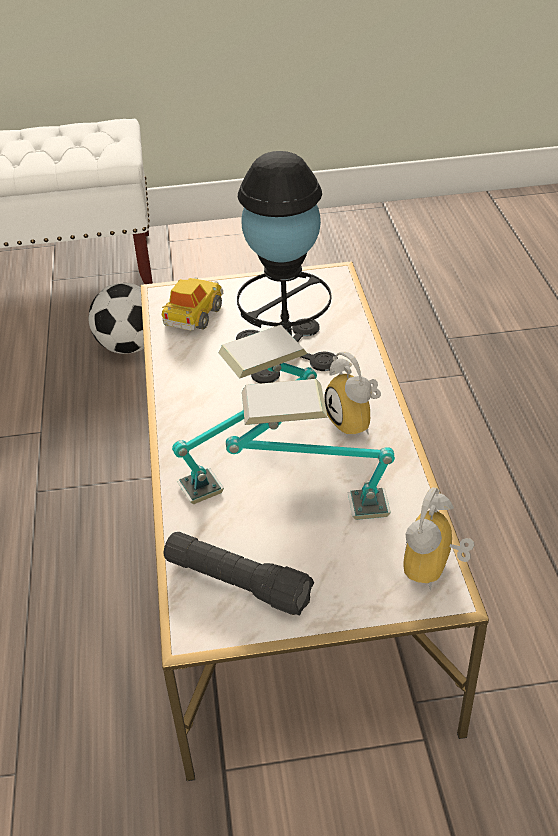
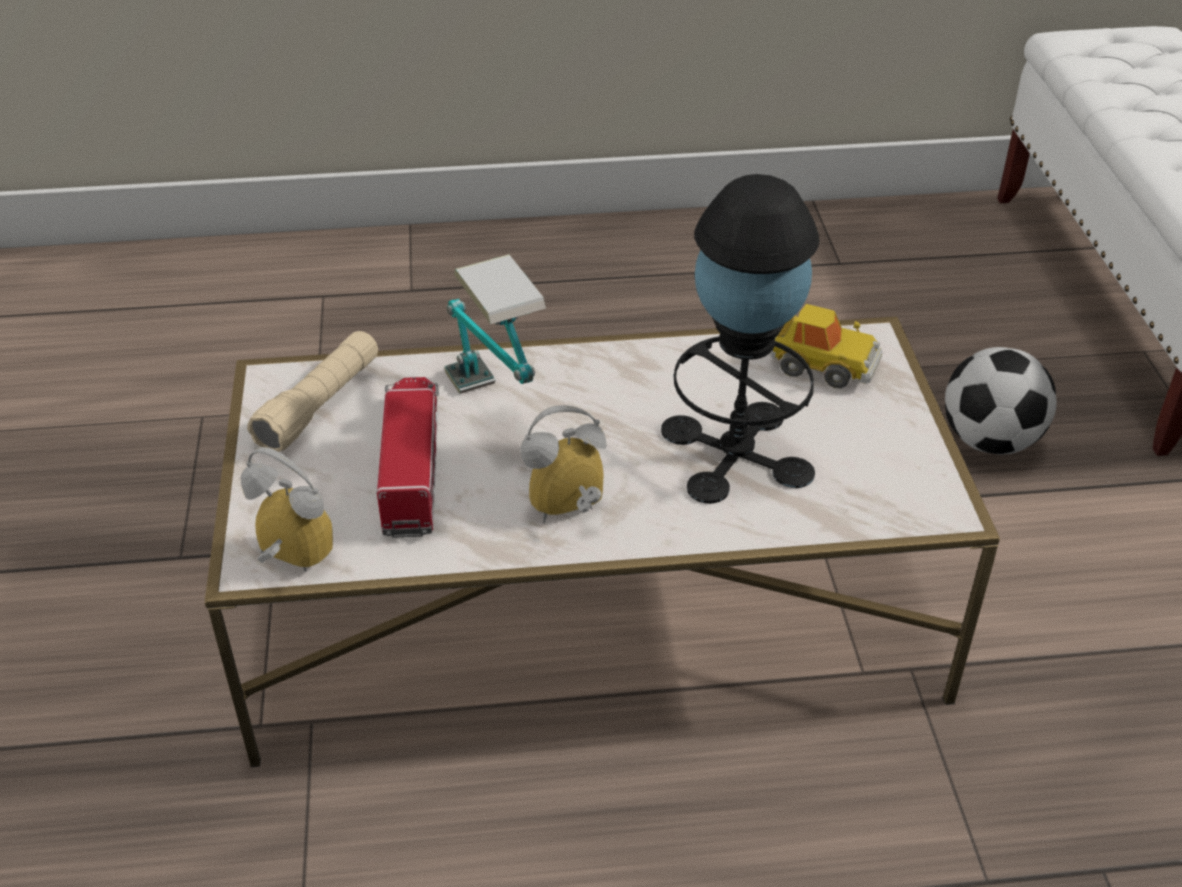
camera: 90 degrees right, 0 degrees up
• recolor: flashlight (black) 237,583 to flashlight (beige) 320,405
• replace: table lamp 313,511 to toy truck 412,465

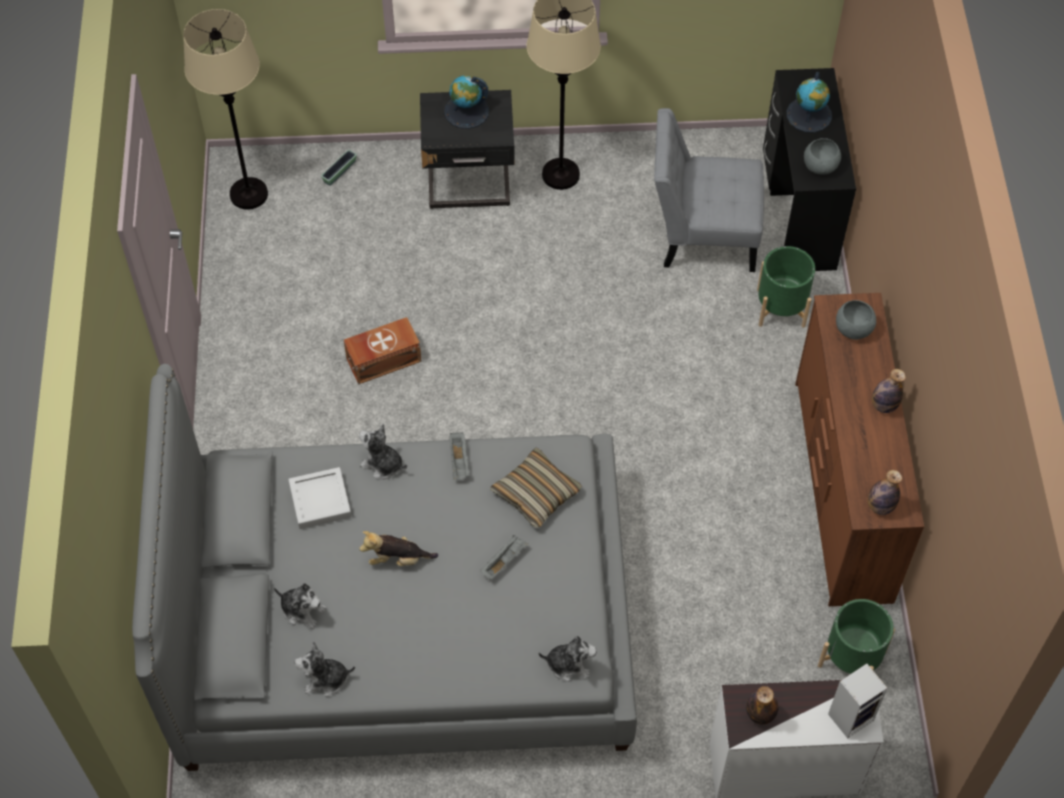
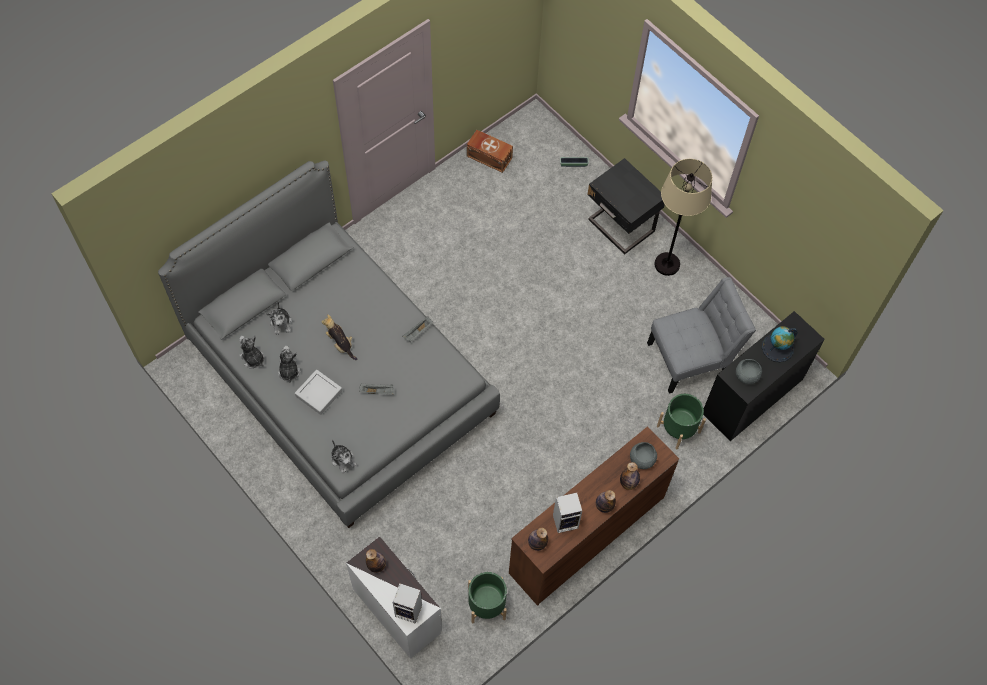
camera: 50 degrees right, 5 degrees up
• delete: floor lamp (beige) 249,194
• move: tray (grey) 320,501 to 319,393
• move: storage box (brown) 382,359 to 489,156
• move: plush toy 382,464 to 289,371
• delete: globe 466,111
• delete: pillow 536,493
• rotate: chair (grey) 702,234 = 691,358 105 degrees clockwise
• insert: speaker 566,521
• insert: bottle 628,483

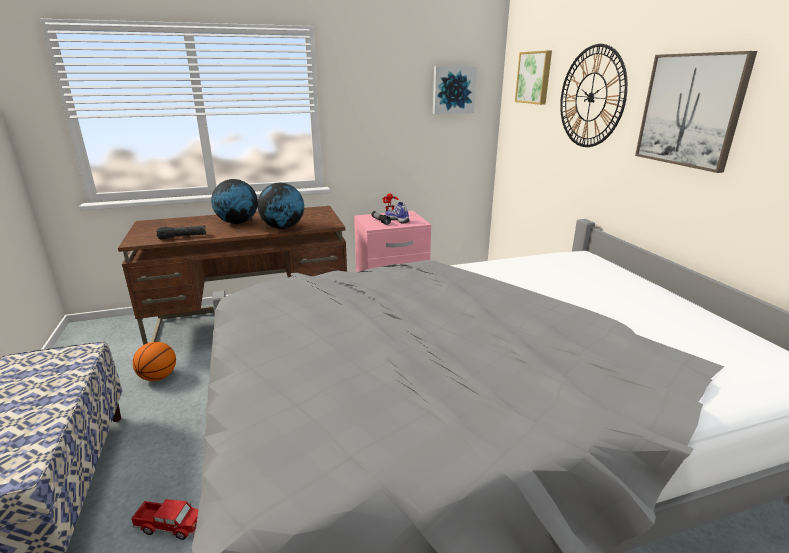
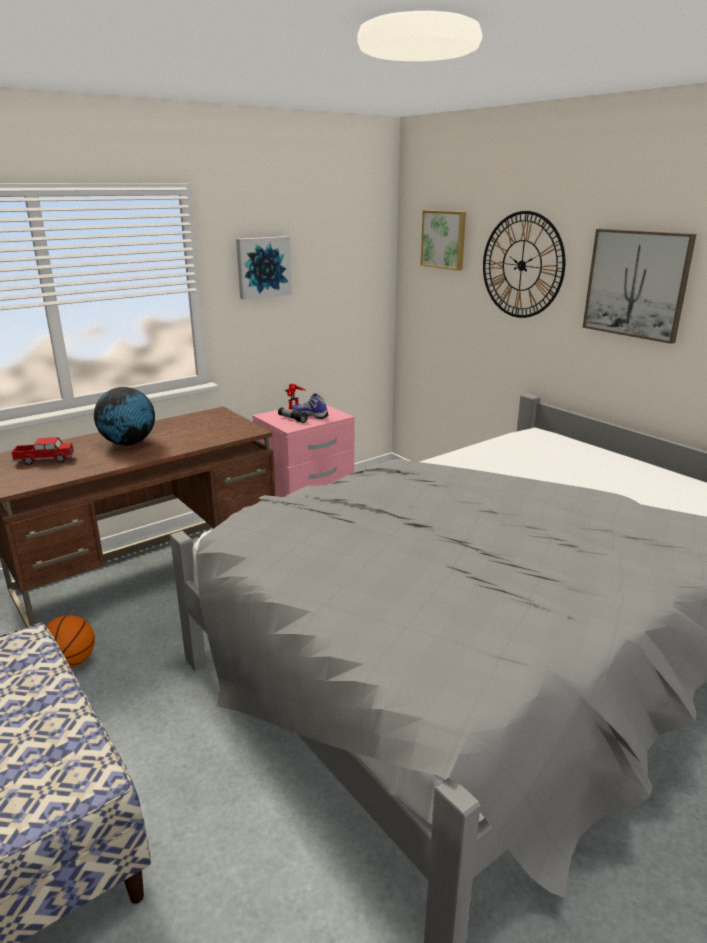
camera: 20 degrees left, 0 degrees up
• move: toy truck 170,525 to 45,460
• delete: flashlight (black) 182,237
• delete: globe 283,228
• move: picture 453,90 to 263,267

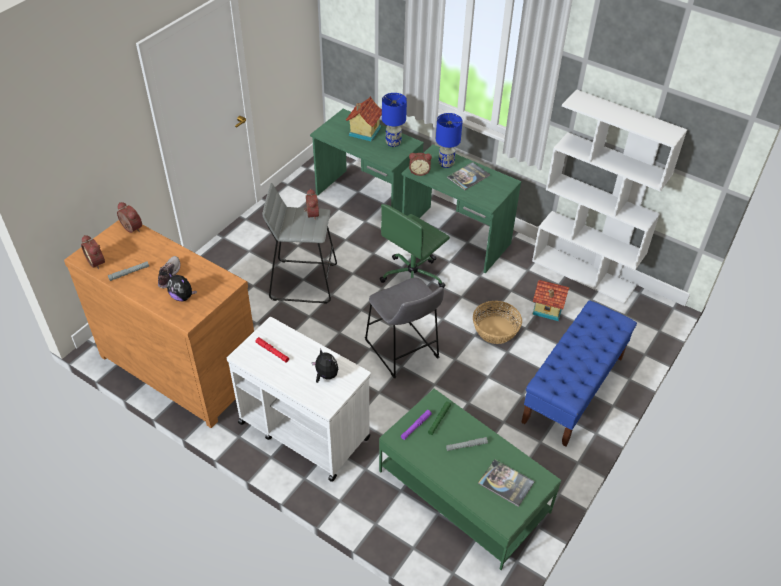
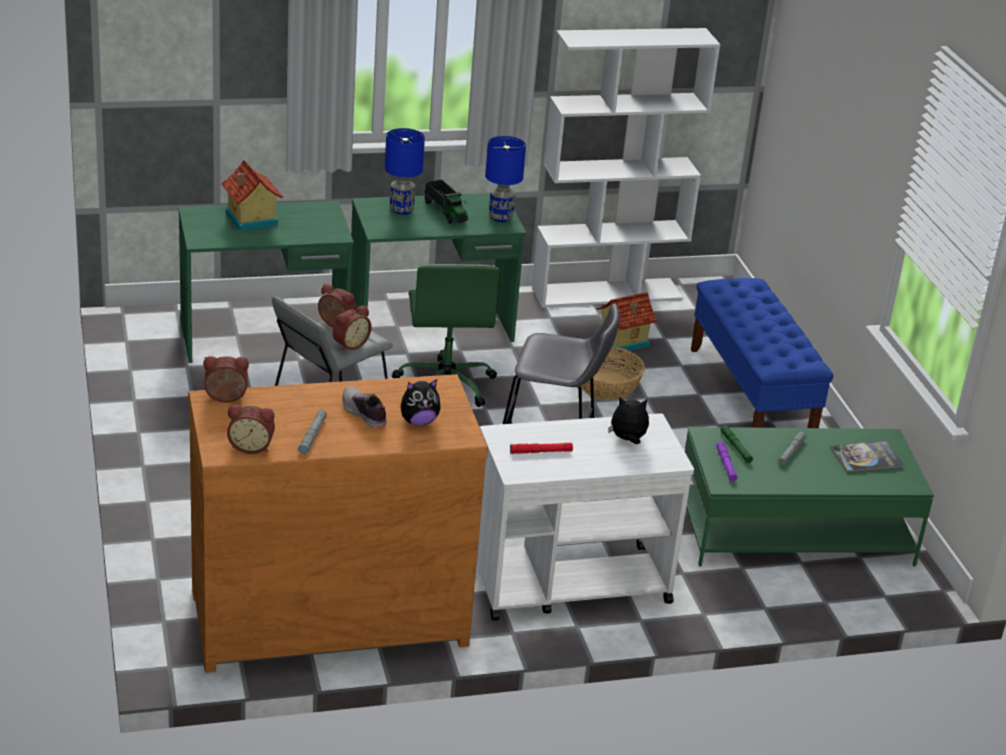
camera: 50 degrees left, 15 degrees down
• move: table lamp (blue) 393,143 to 501,218
• move: alarm clock 419,171 to 349,344
• replace: book 468,176 to toy truck 446,211

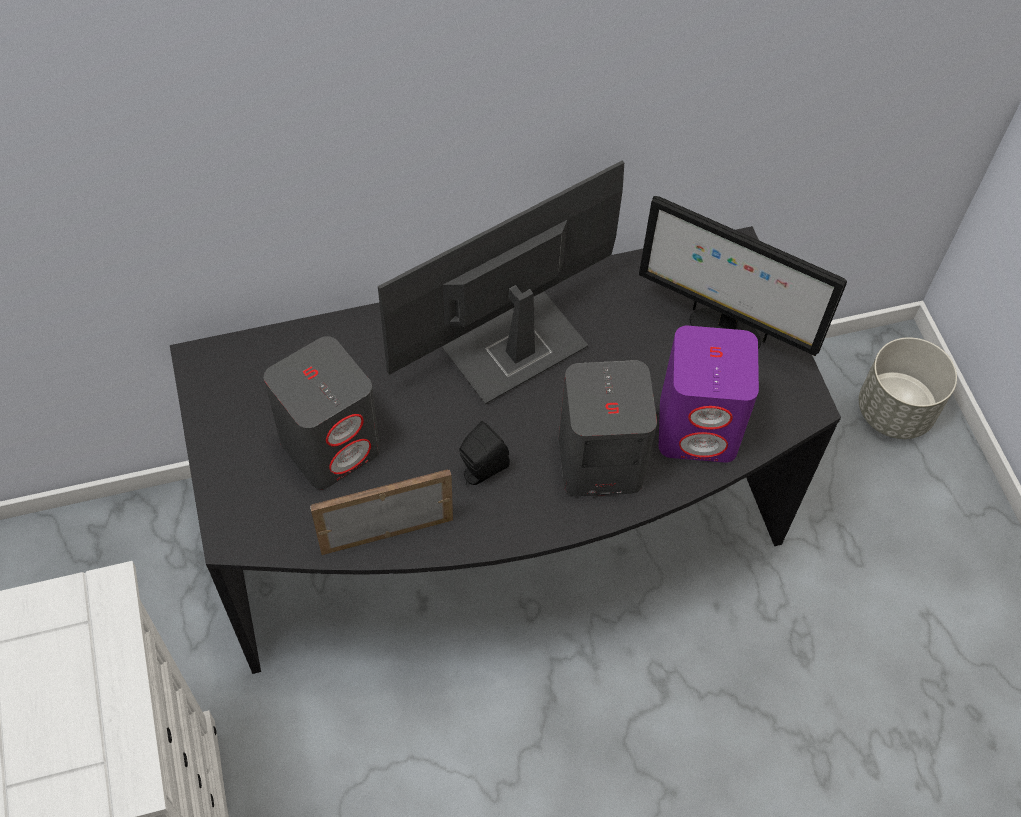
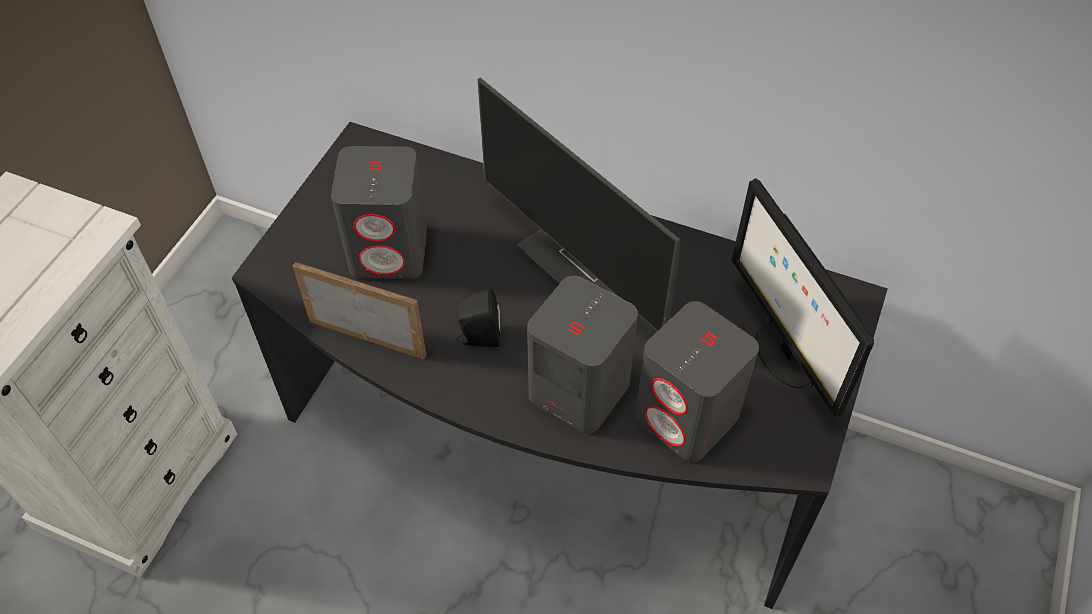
camera: 40 degrees right, 5 degrees down
• rotate: monitor 512,350 = 587,265 135 degrees counterclockwise
• recolor: speaker (purple) 699,427 to speaker (grey) 687,417
• delete: planter (grey) 894,410

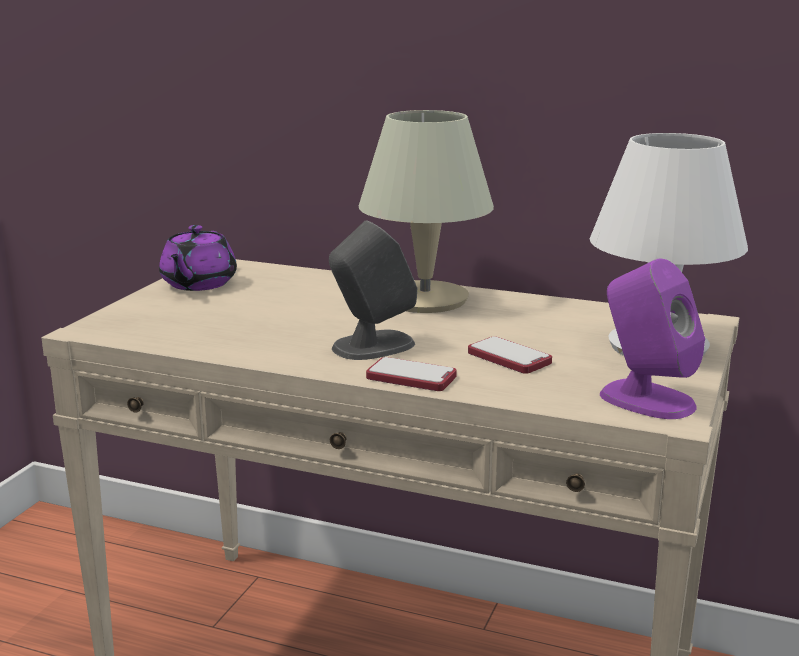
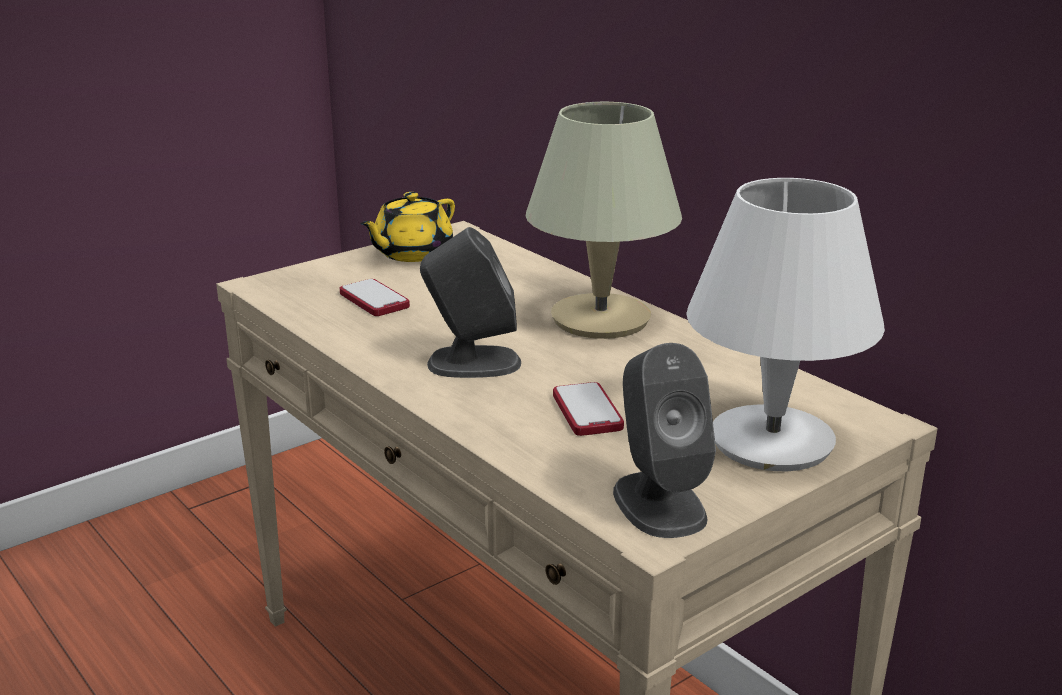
camera: 30 degrees right, 5 degrees up
• recolor: teapot (purple) 198,284 to teapot (yellow) 411,253
• move: phone 411,377 to 374,300
• recolor: speaker (purple) 645,399 to speaker (grey) 658,503

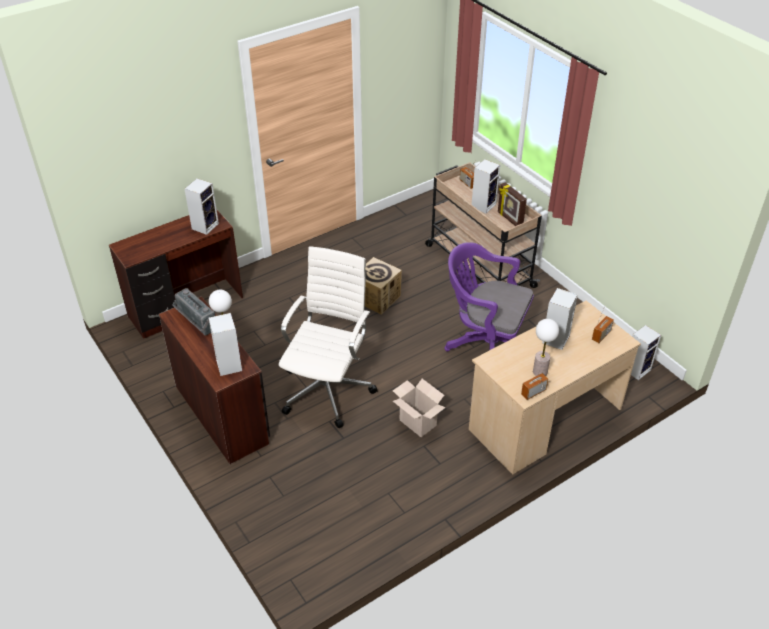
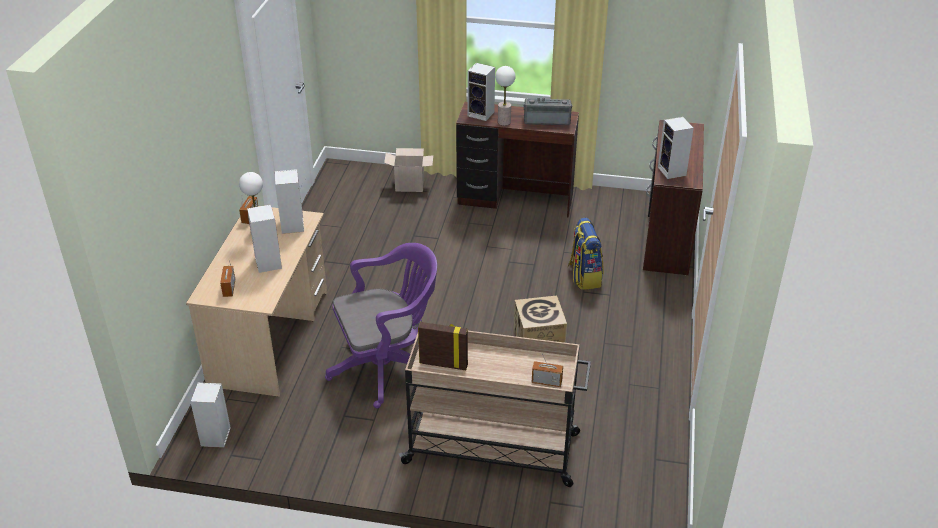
camera: 135 degrees right, 5 degrees down
• delete: office chair (white) 328,389
• move: cardboard box 416,423 to 410,185
• move: speaker 483,205 to 293,226
• insert: backpack 584,276

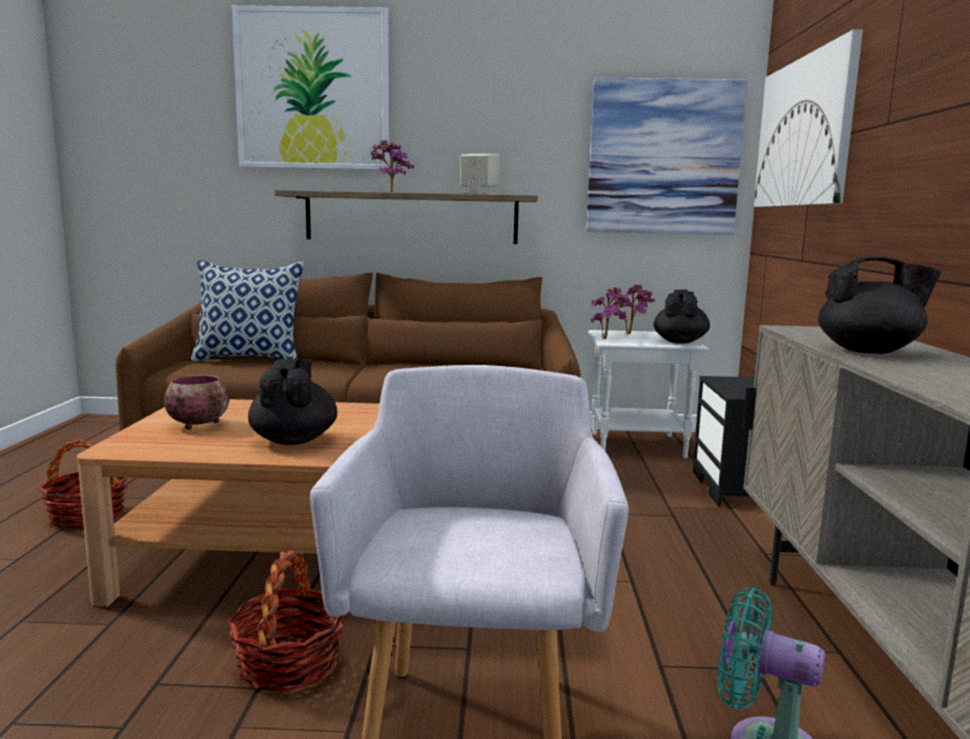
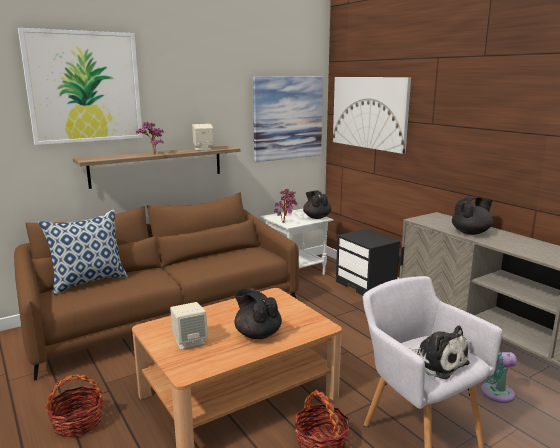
camera: 35 degrees left, 5 degrees up
• replace: bowl 200,424 to speaker (beige) 190,341
• insert: plush toy 436,362

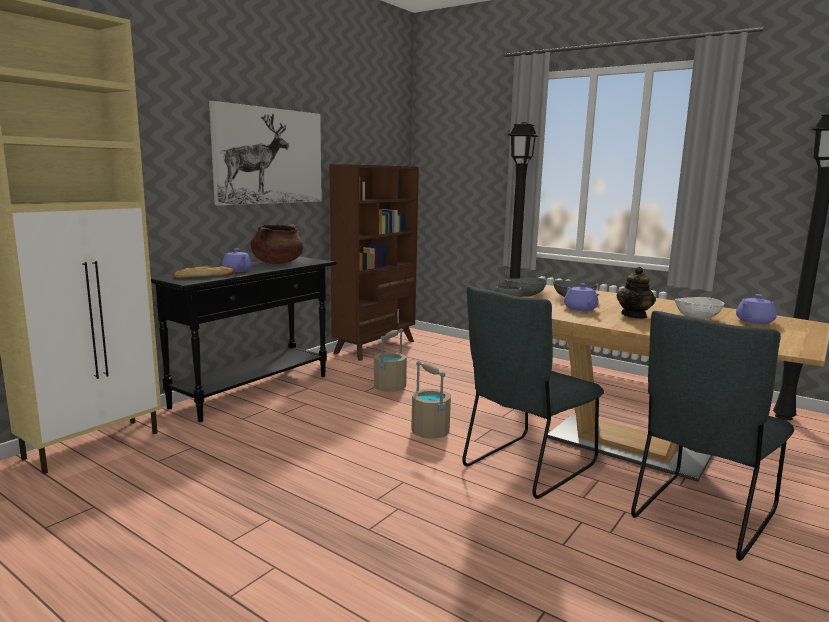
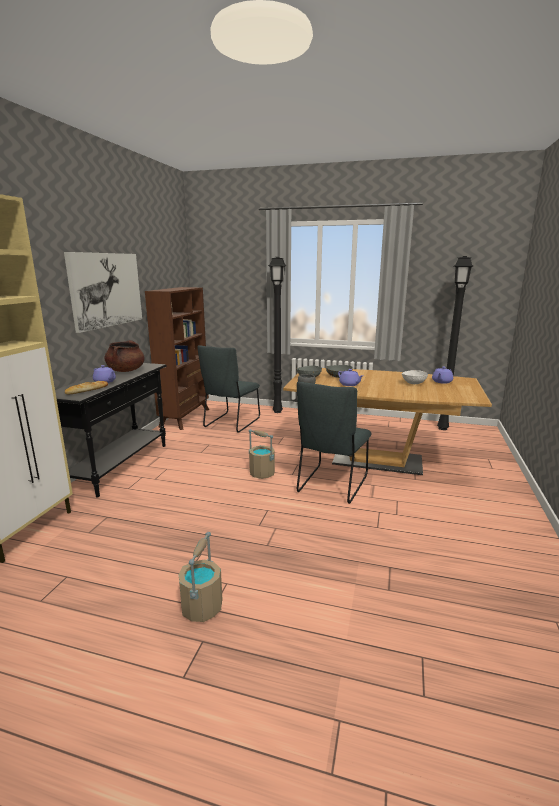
camera: 20 degrees left, 5 degrees up
• move: bucket (beige) 389,387 to 201,607
• delete: teapot 634,315
• move: chair (grey) 701,517 to 230,423

